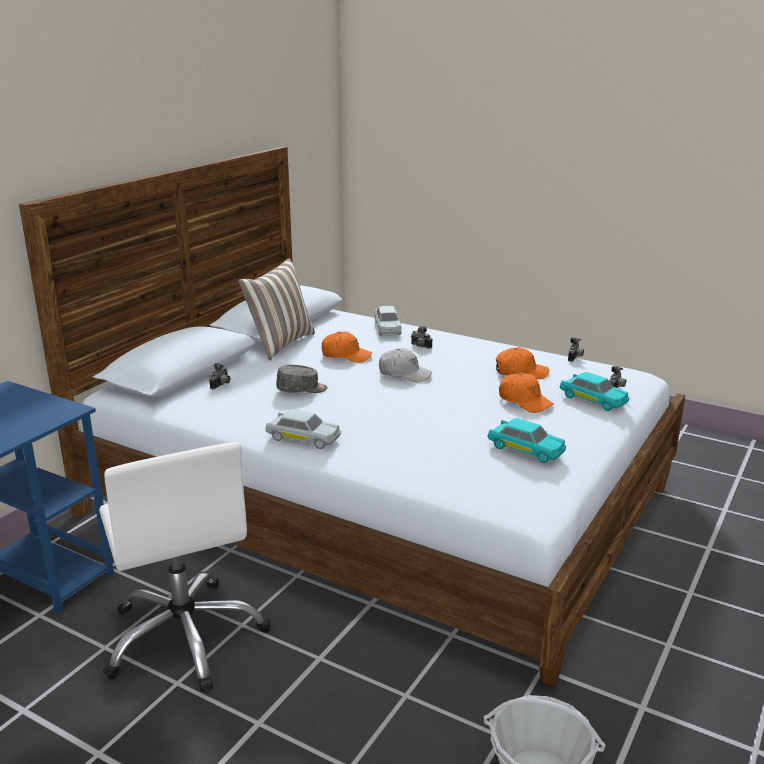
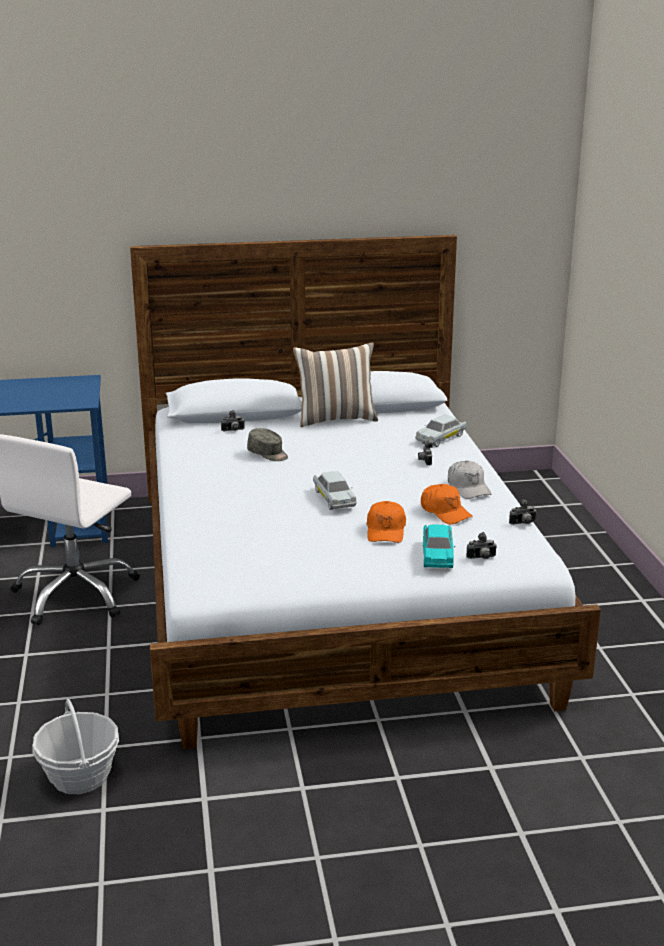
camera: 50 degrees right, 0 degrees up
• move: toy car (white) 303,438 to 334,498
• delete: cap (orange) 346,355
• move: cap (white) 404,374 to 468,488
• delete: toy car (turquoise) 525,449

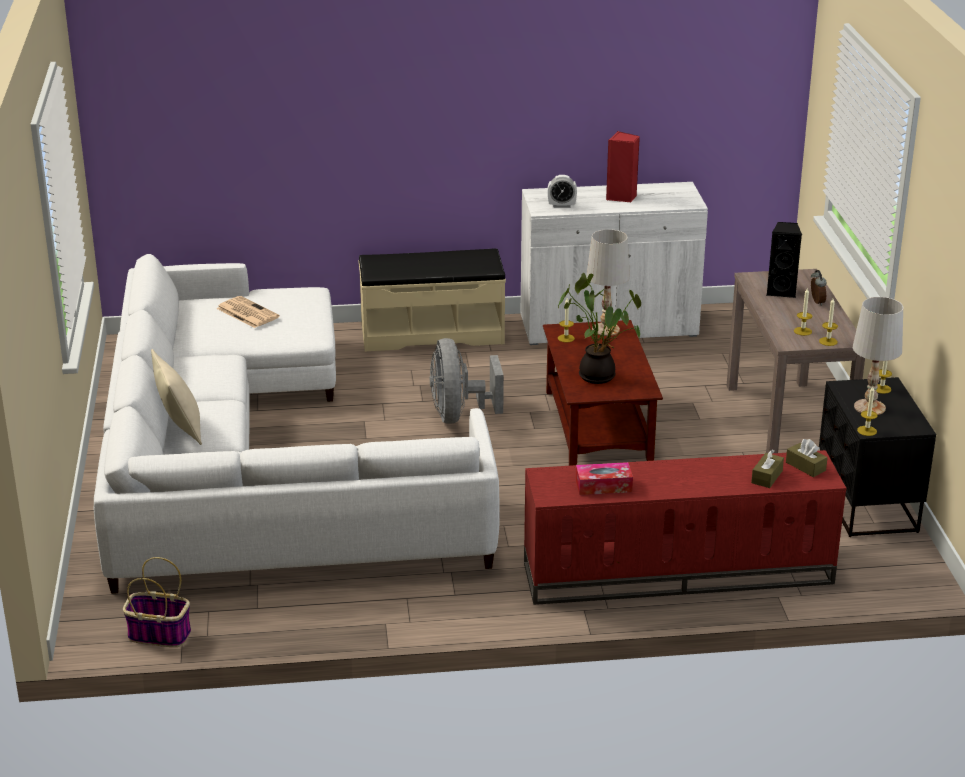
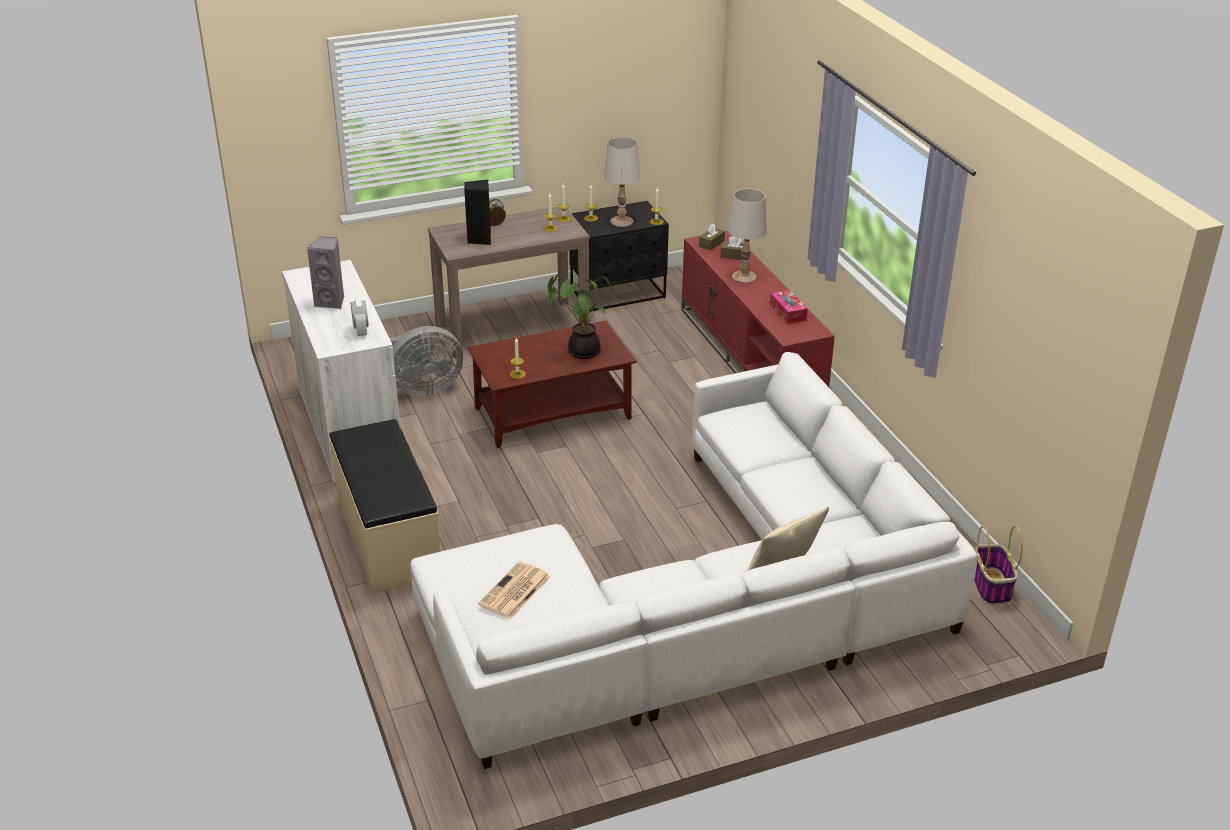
camera: 105 degrees left, 5 degrees up
• move: fan (grey) 459,415 to 422,388
• move: table lamp (white) 605,329 to 744,277
• recolor: speaker (red) 621,197 to speaker (grey) 331,302

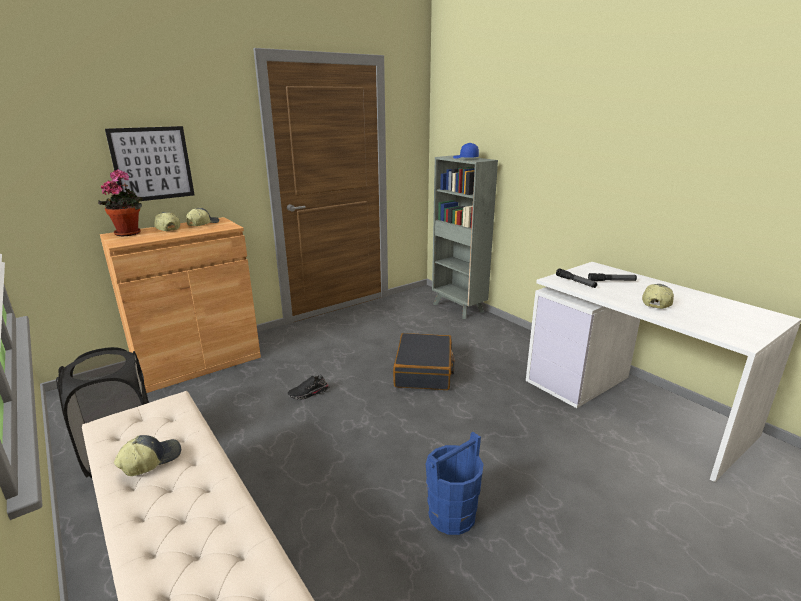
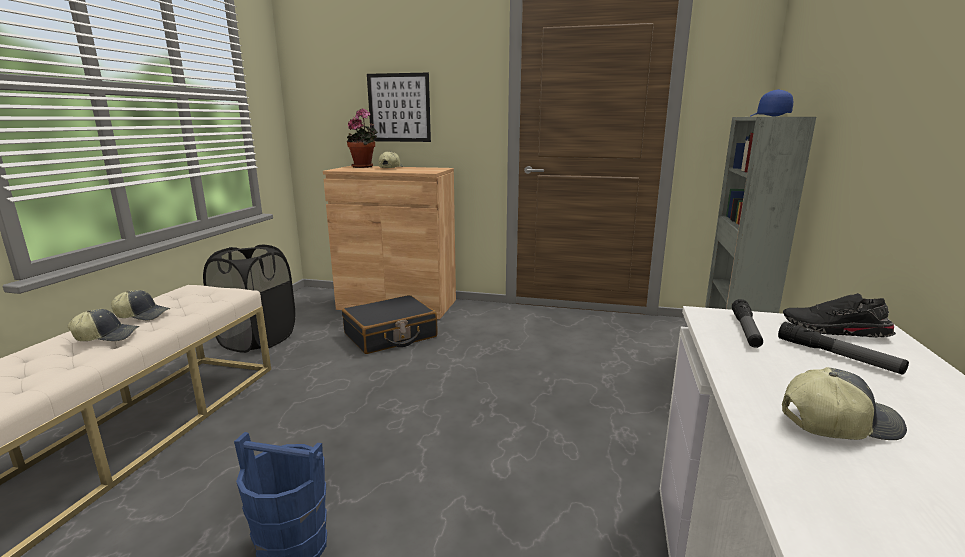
camera: 50 degrees right, 5 degrees down
• move: cap 203,224 to 107,336
• move: shoe (black) 309,394 to 834,331
• move: suitcase (black) 424,371 to 390,336

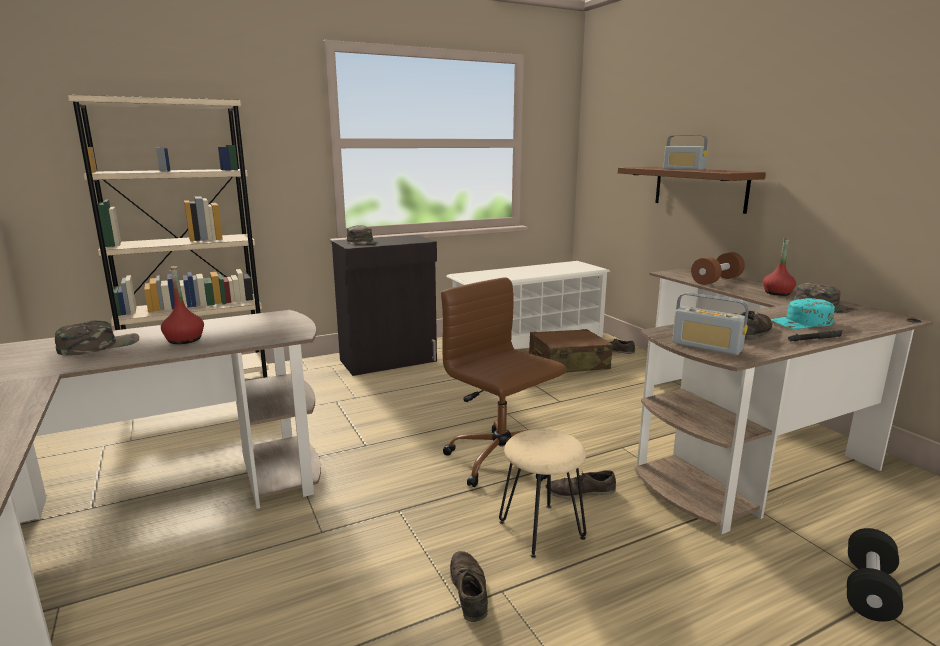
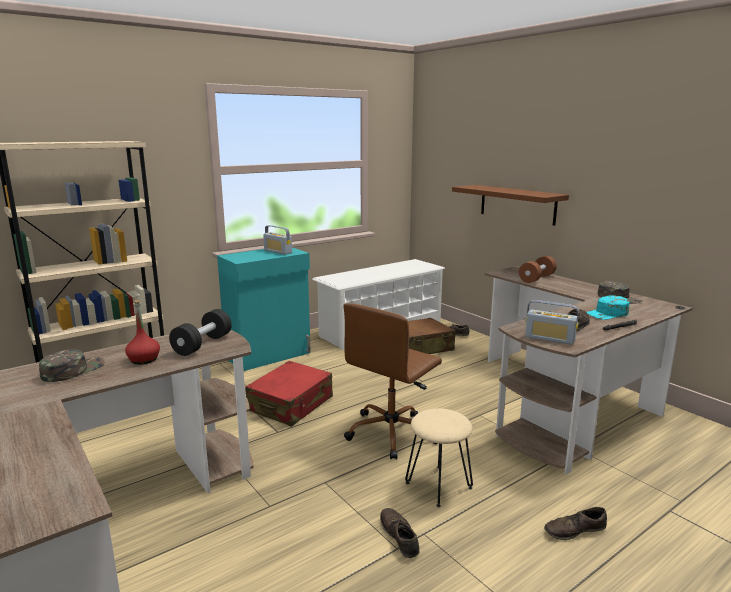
camera: 10 degrees left, 0 degrees up
• recolor: cabinet (black) 389,361 to cabinet (turquoise) 269,355
• delete: cap (green) 361,242
• rotate: office chair (brown) 502,459 = 392,433 90 degrees counterclockwise
• move: shoe (brown) 580,491 to 574,530
• move: radio 684,169 to 278,251
• delete: bottle (red) 777,293
• move: dumbbell (black) 869,590 to 202,345
• insert: suitcase (red) 291,404

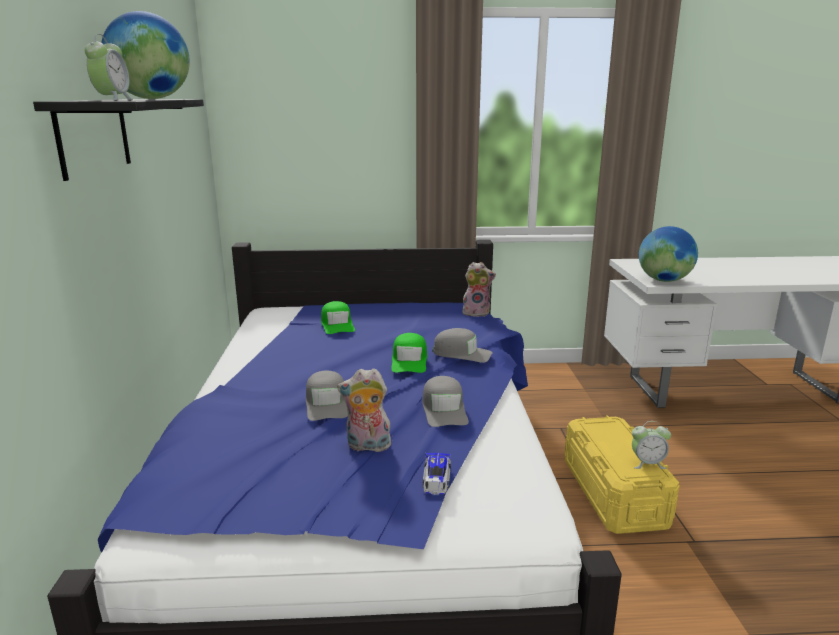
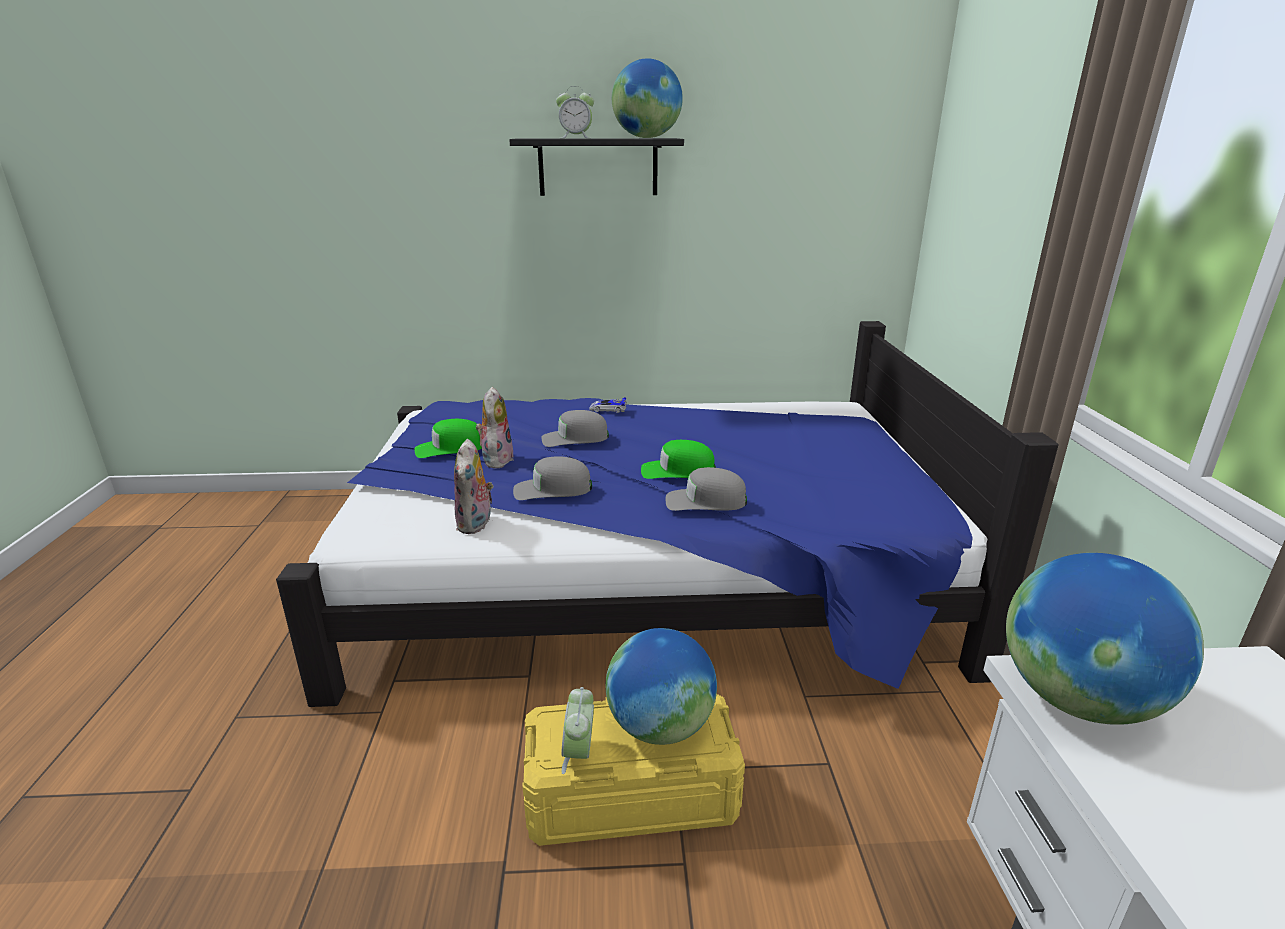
camera: 90 degrees right, 5 degrees up
• move: cap (green) 337,325 to 450,448
• move: toy car 436,479 to 607,409
• rotate: cap (grey) 462,353 = 705,501 75 degrees clockwise
• move: plush toy 476,313 to 476,524
• insert: globe 661,727

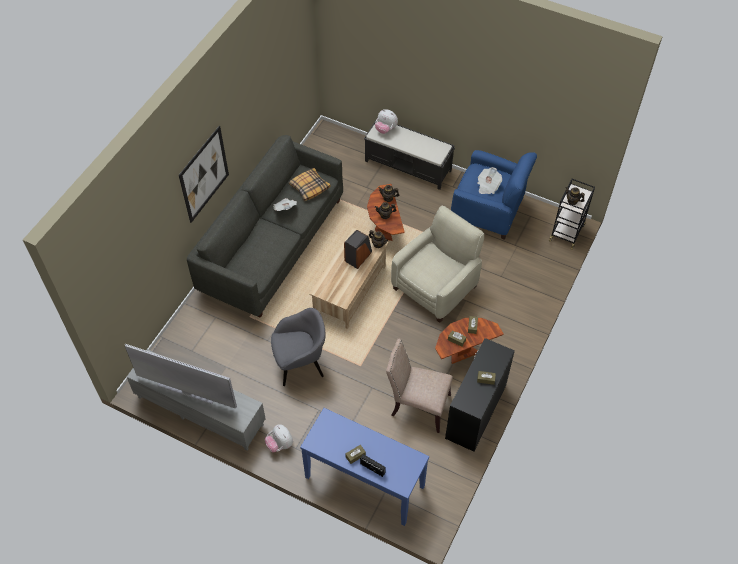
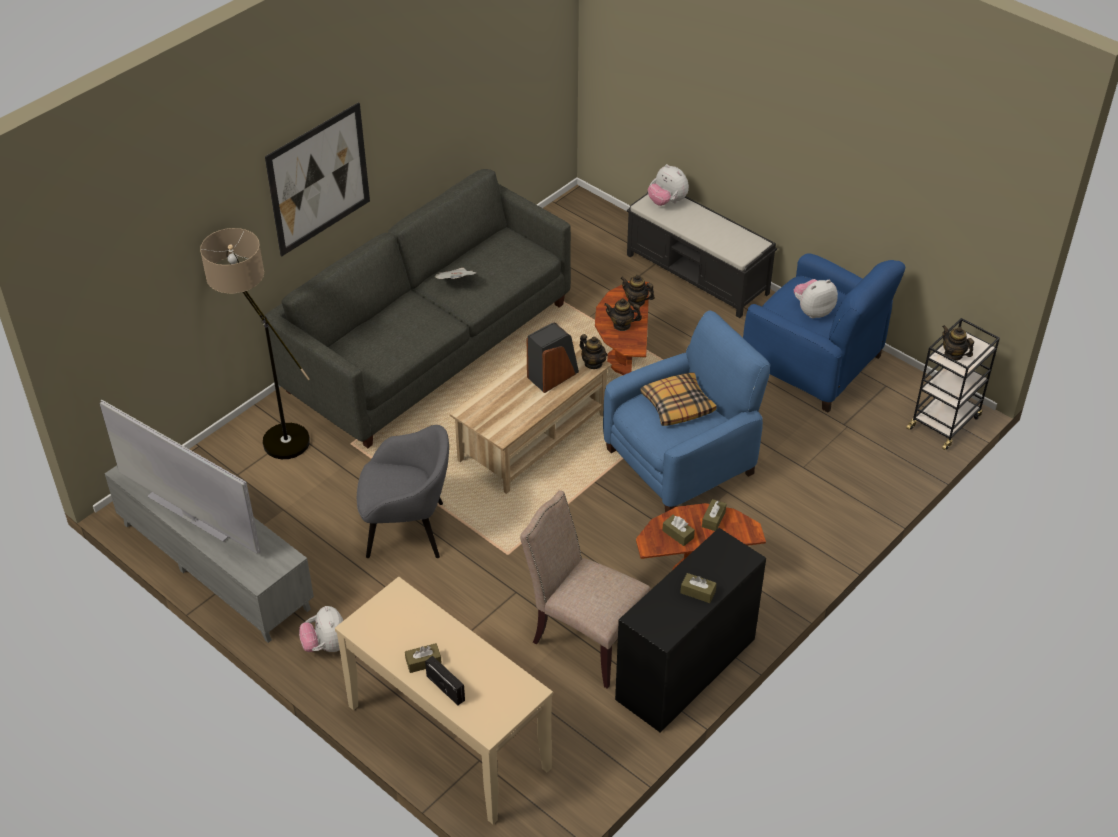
camera: 15 degrees right, 10 degrees down
• move: pillow 309,187 to 677,405
• recolor: console table (blue) 364,482 to console table (beige) 448,737
• recolor: armchair (beige) 436,287 to armchair (blue) 682,461
• replace: newspaper 488,186 to plush toy 813,311
• insert: floor lamp 274,433

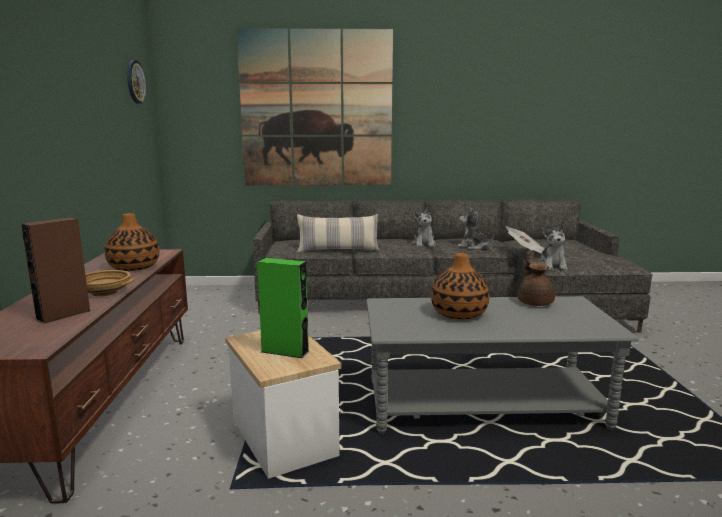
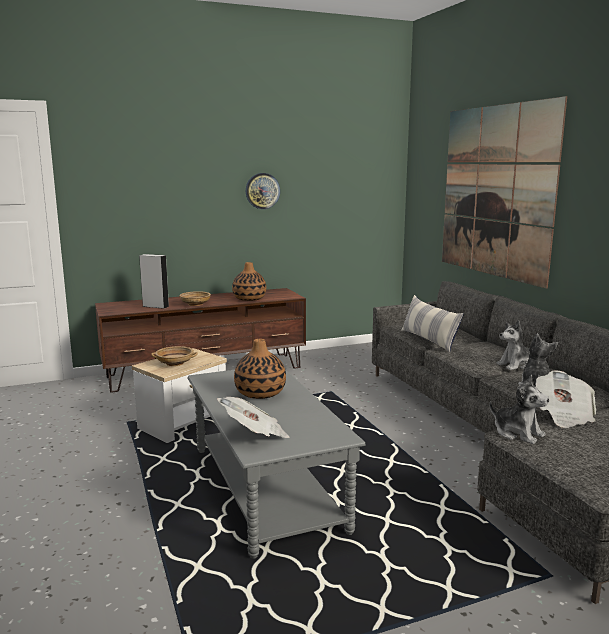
camera: 70 degrees right, 0 degrees up
• recolor: speaker (brown) 63,315 to speaker (grey) 155,306
• move: wall clock 135,82 to 262,191
• replace: speaker (green) 285,351 to bowl (beige) 175,363
• delete: teapot (brown) 535,302
• rotate: plush toy 552,266 = 518,433 120 degrees counterclockwise
• insert: newspaper 255,435

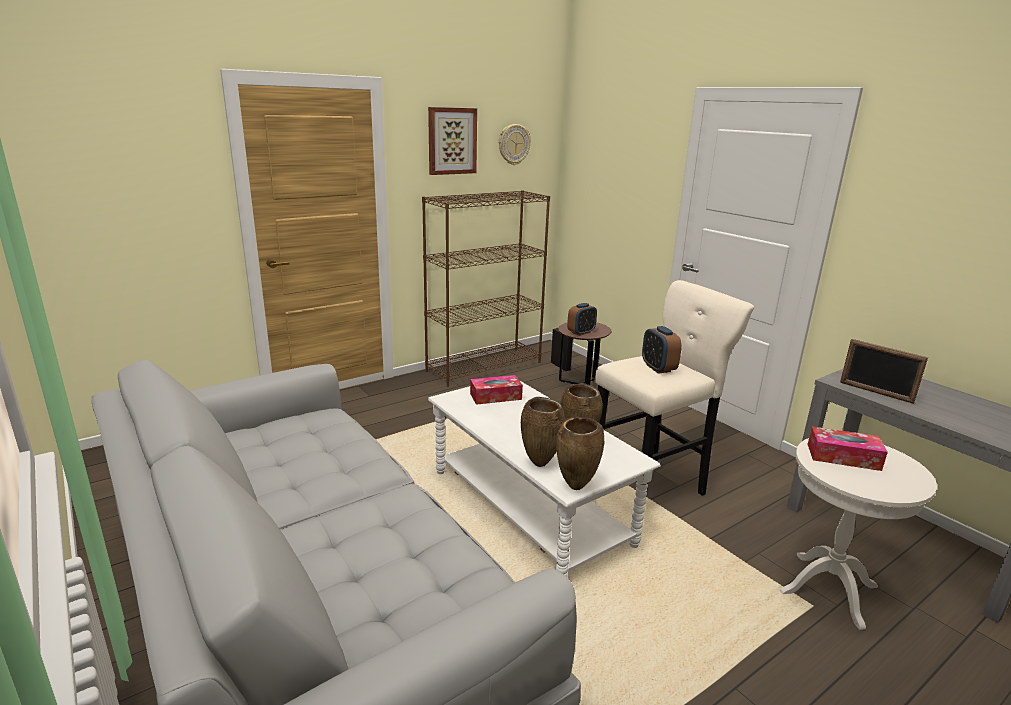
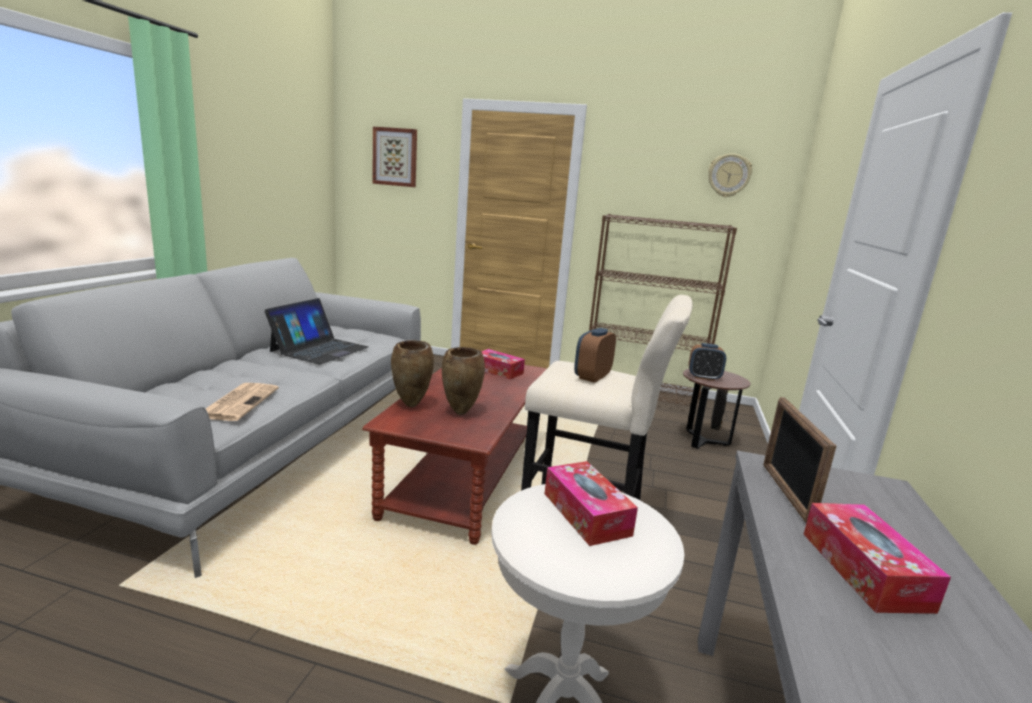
camera: 50 degrees right, 5 degrees down
• move: picture 451,141 to 395,157
• recolor: coffee table (white) 529,506 to coffee table (brown) 466,475
• delete: vase (brown) 575,487
• insert: newspaper 239,402
• insert: laptop 319,349
• insert: tissue box 864,570

